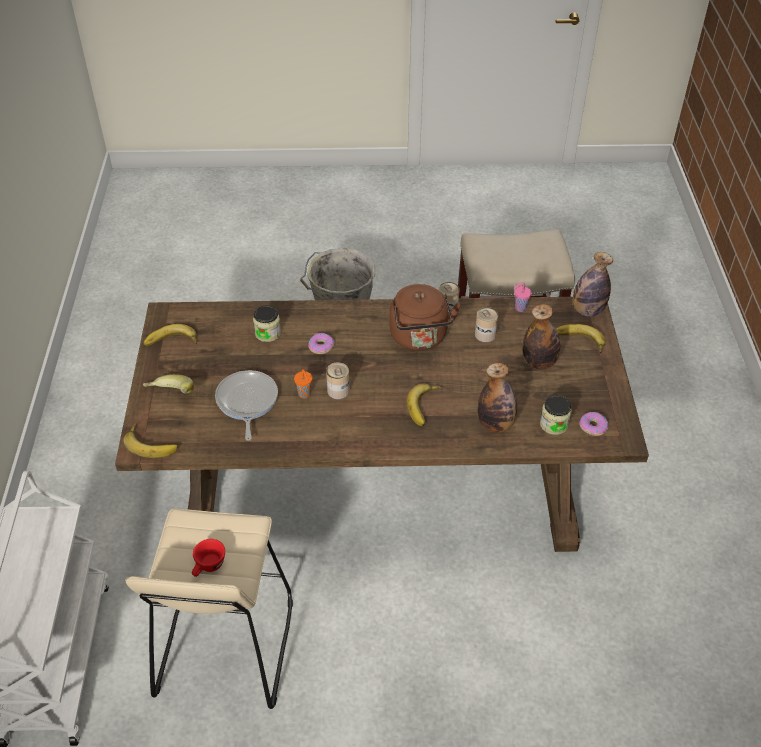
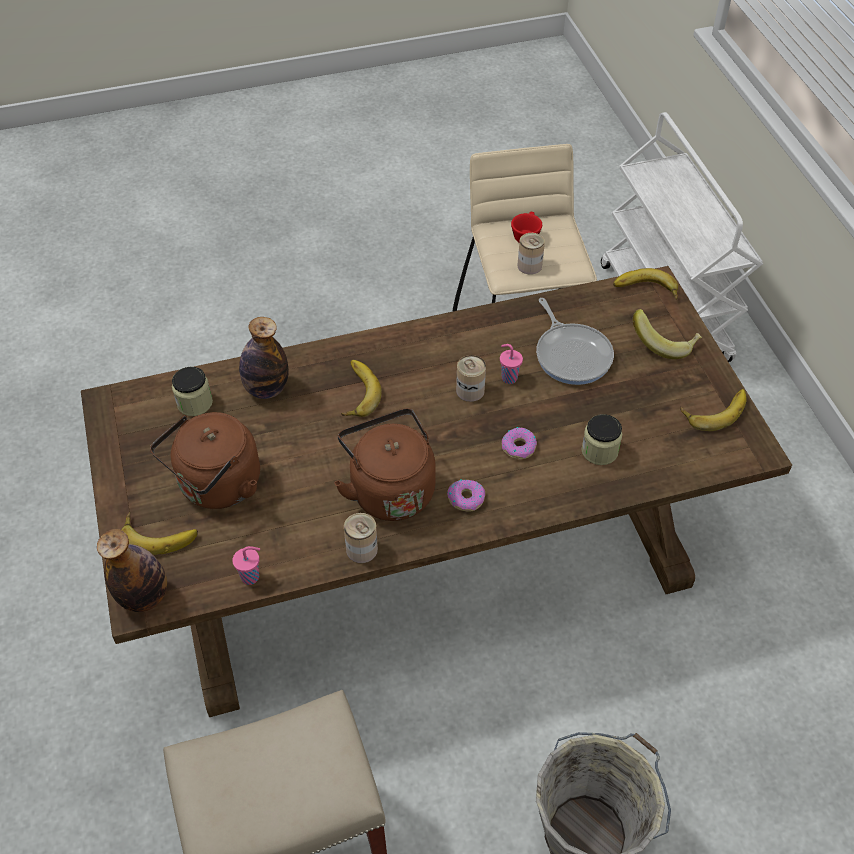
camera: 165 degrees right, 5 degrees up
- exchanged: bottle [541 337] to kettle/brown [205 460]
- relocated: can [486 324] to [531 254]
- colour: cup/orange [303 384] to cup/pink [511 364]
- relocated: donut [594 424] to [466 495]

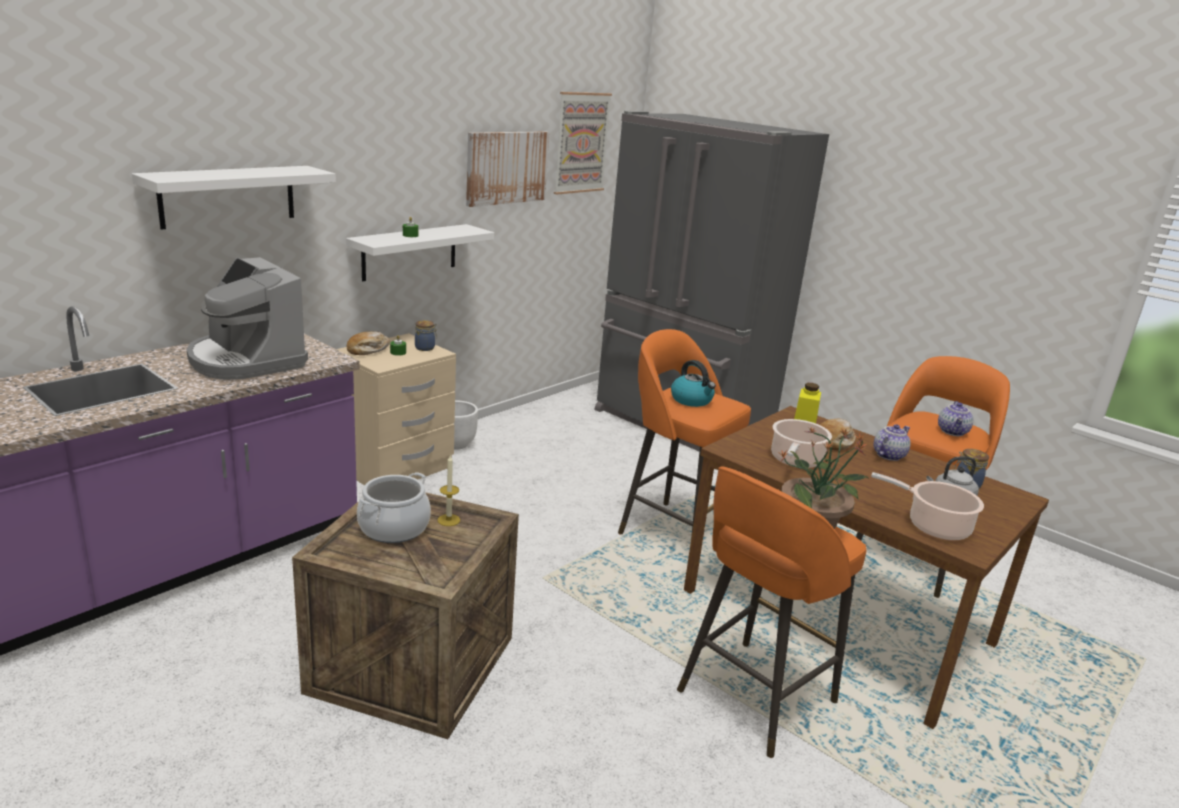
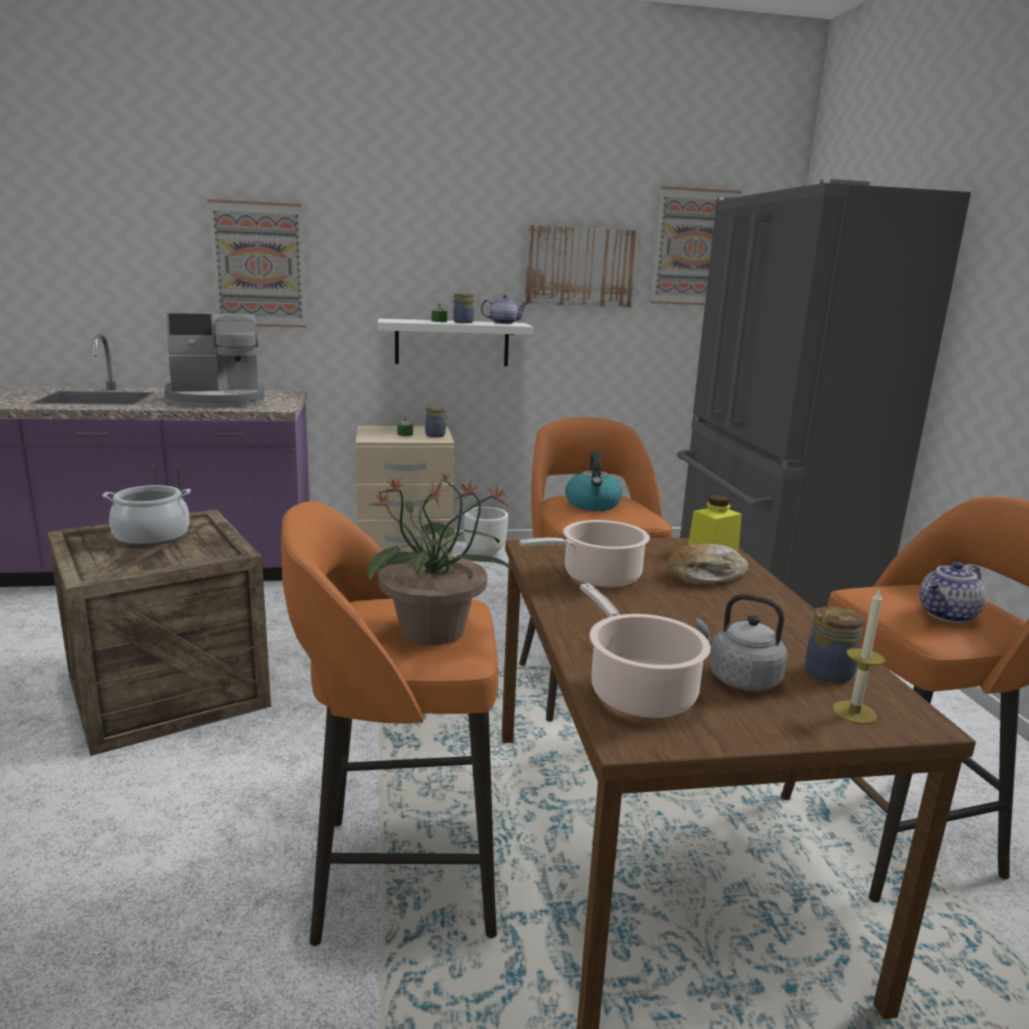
camera: 40 degrees right, 5 degrees down
- exchanged: shelf/white [234 198] to picture [257 263]
- spun: coffee machine [247 318] = [214 360] 105 degrees counterclockwise
- missing: bread [368 343]
- relocated: teapot [892 442] to [504 309]
- relocated: candle [449 491] to [859 657]
- appeared: jar [463 308]

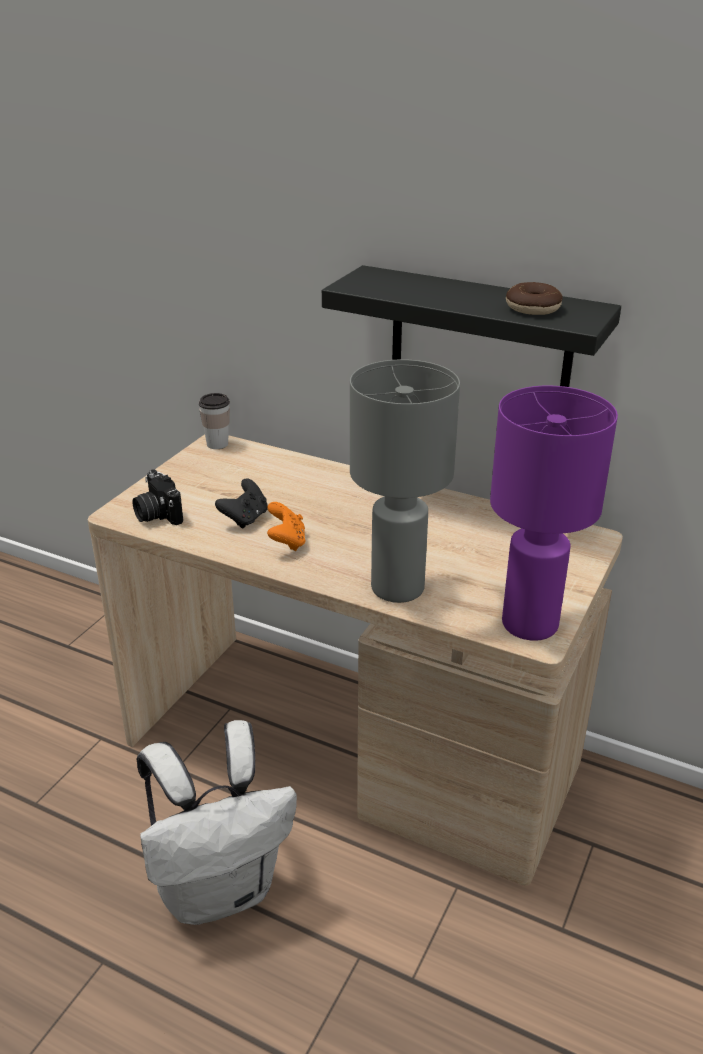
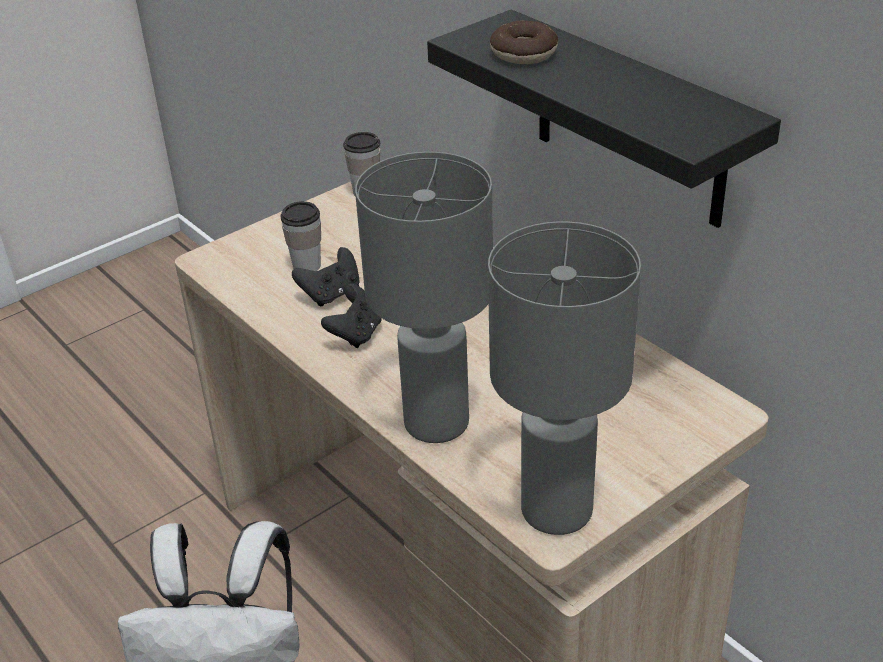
camera: 25 degrees right, 5 degrees up
- relocated: donut [534 298] to [524 42]
- colour: table lamp/purple [554 513] to table lamp/grey [564 378]
- missing: photo camera [157 497]
- colour: game controller/orange [286 526] to game controller/black [351 316]
- appeared: cup [300 236]

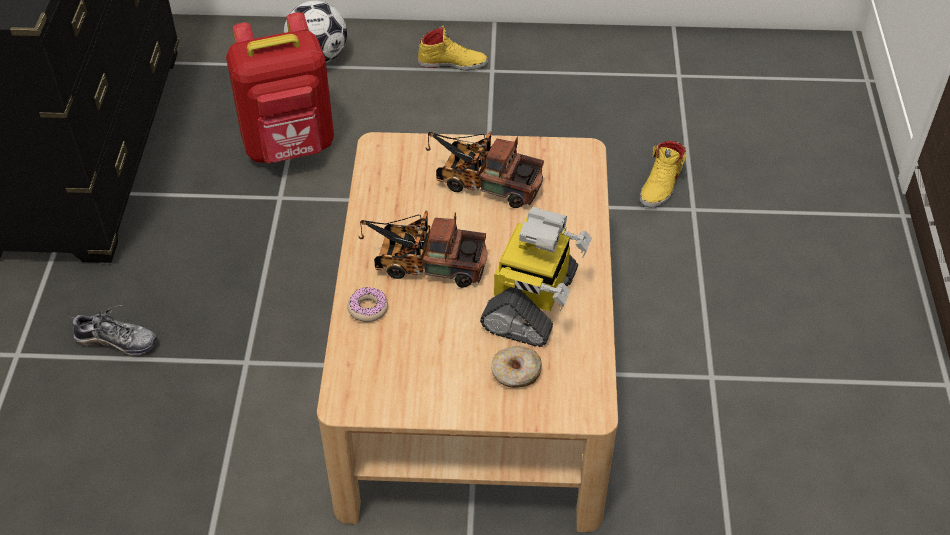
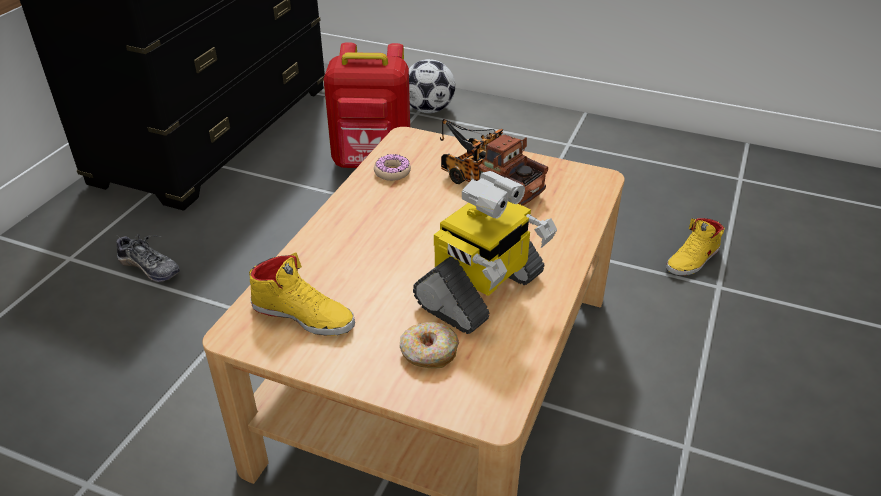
camera: 20 degrees right, 10 degrees down
- relocated: shoe/yellow [452 47] to [302 294]
- missing: toy truck [423 249]
- relocated: donut [367 304] to [392 167]

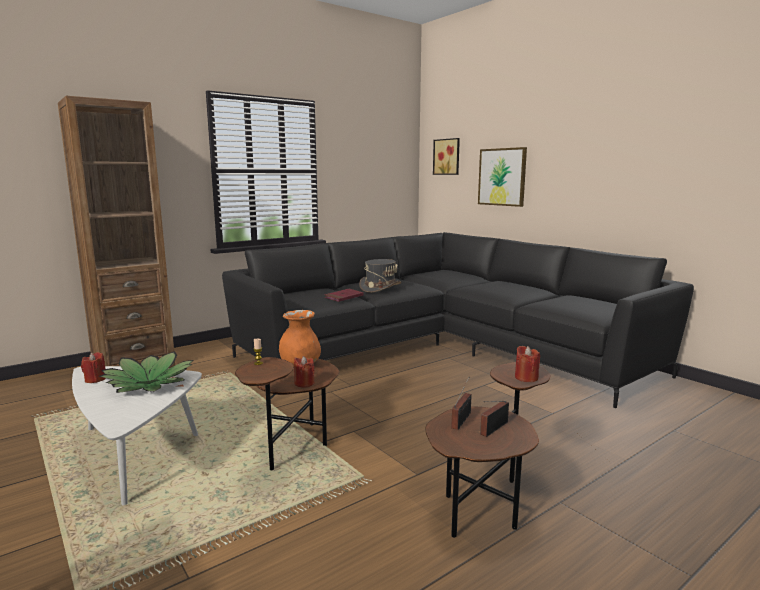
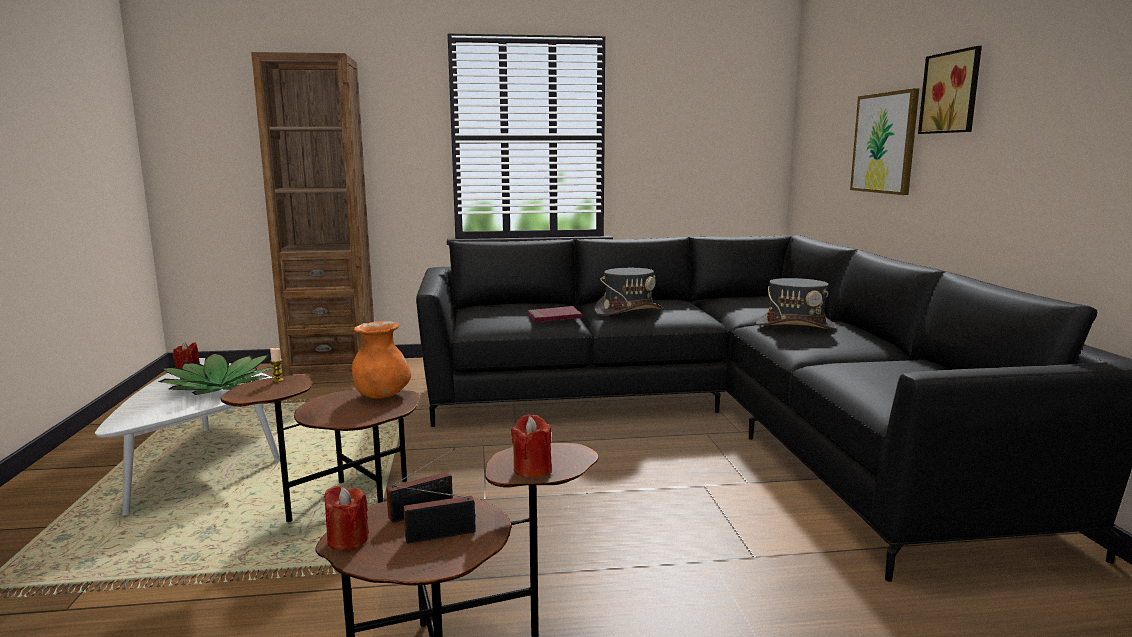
camera: 30 degrees right, 0 degrees up
- relocated: picture [446 156] to [950 90]
- relocated: candle/red [304 371] to [346 518]
- appeared: hat/grey [796 304]

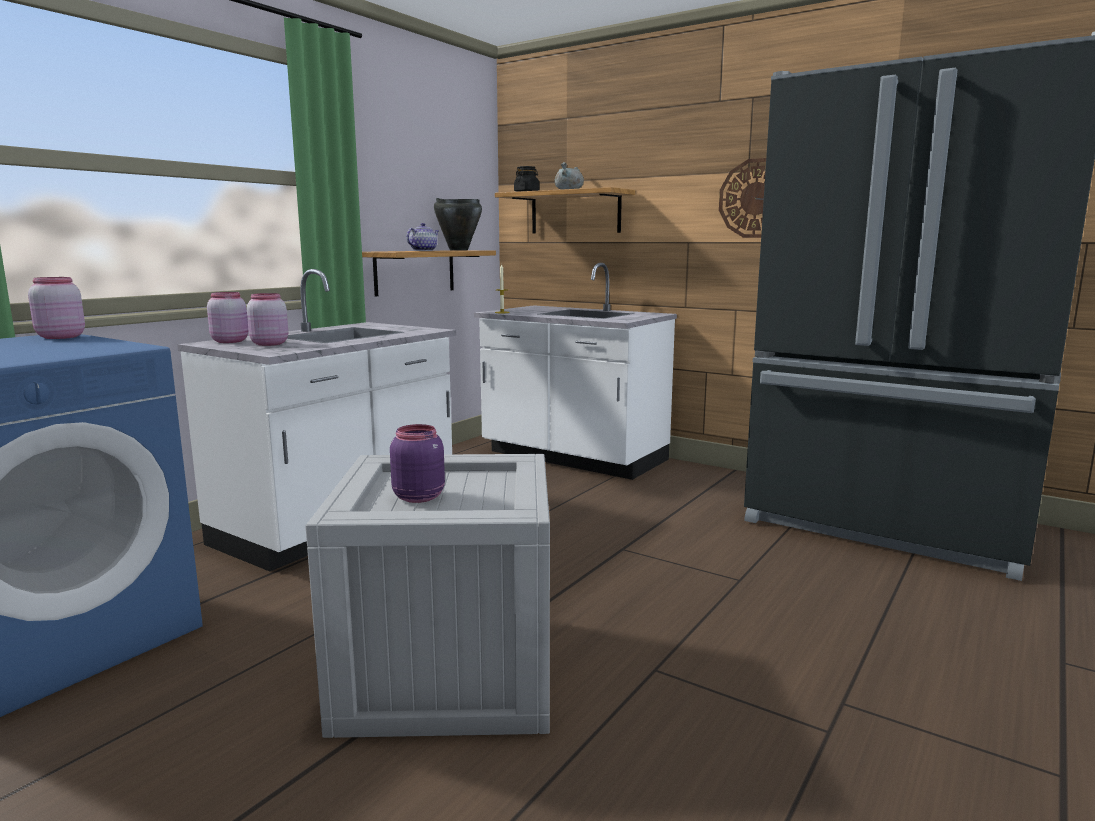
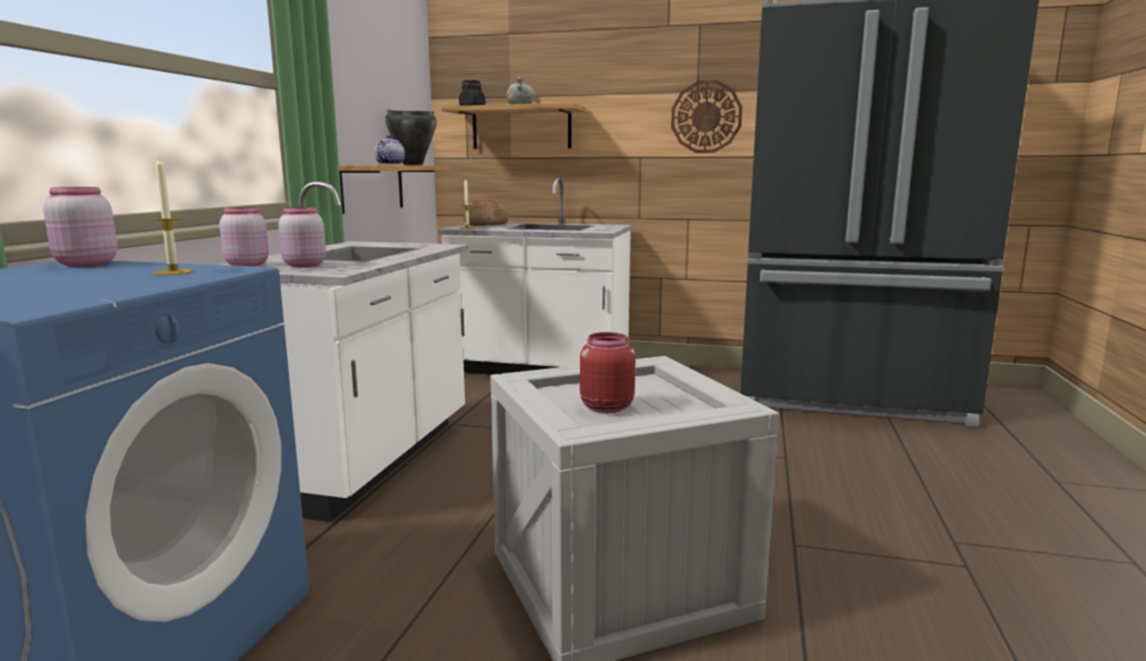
camera: 20 degrees left, 0 degrees up
- colour: jar/purple [417 463] to jar/red [607 372]
- appeared: candle [171 215]
- appeared: bread [486 213]

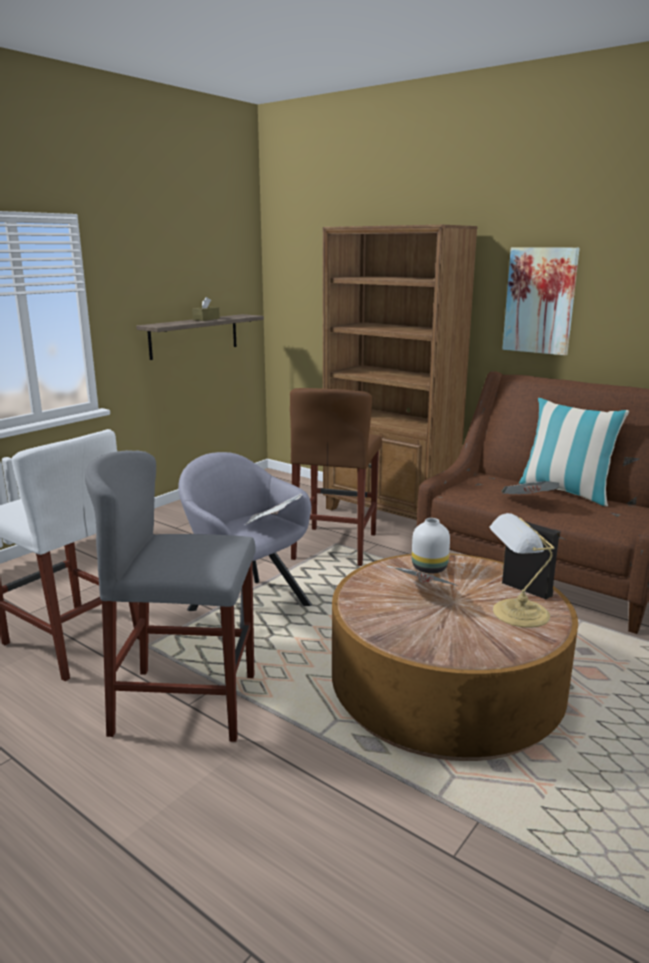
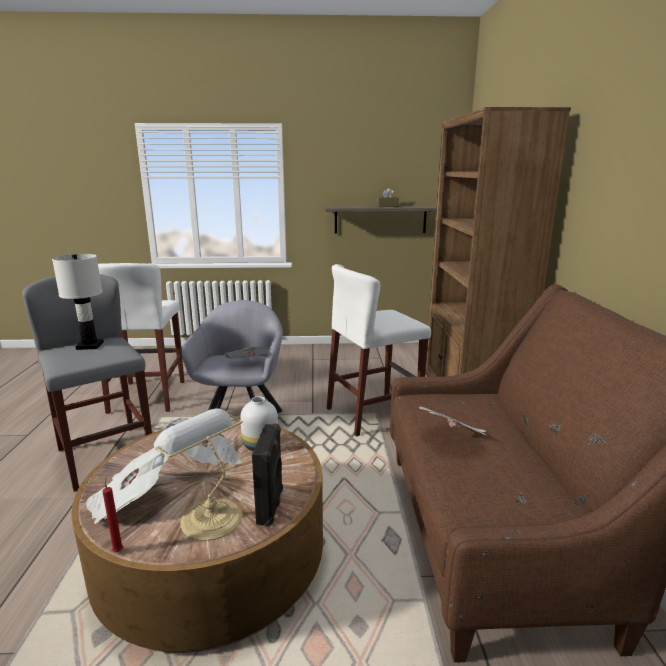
camera: 50 degrees right, 0 degrees up
- missing: picture [541 301]
- colour: stool/brown [336 477] to stool/white [379 350]
- missing: pillow [574 452]
- appeared: table lamp/white [78 302]
- appeared: newspaper [127 486]
- appeared: candle/red [112 514]

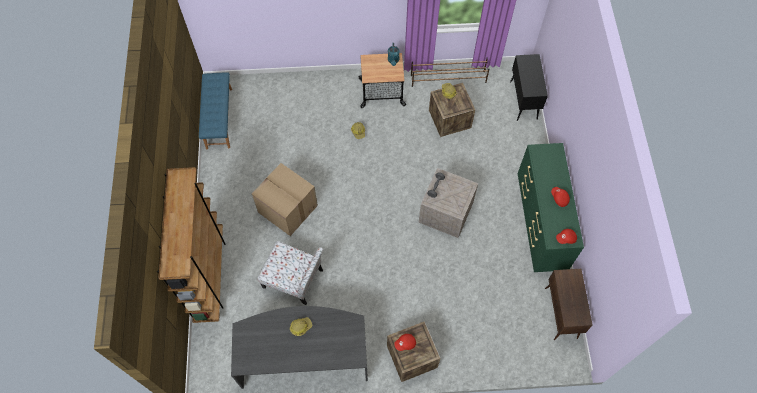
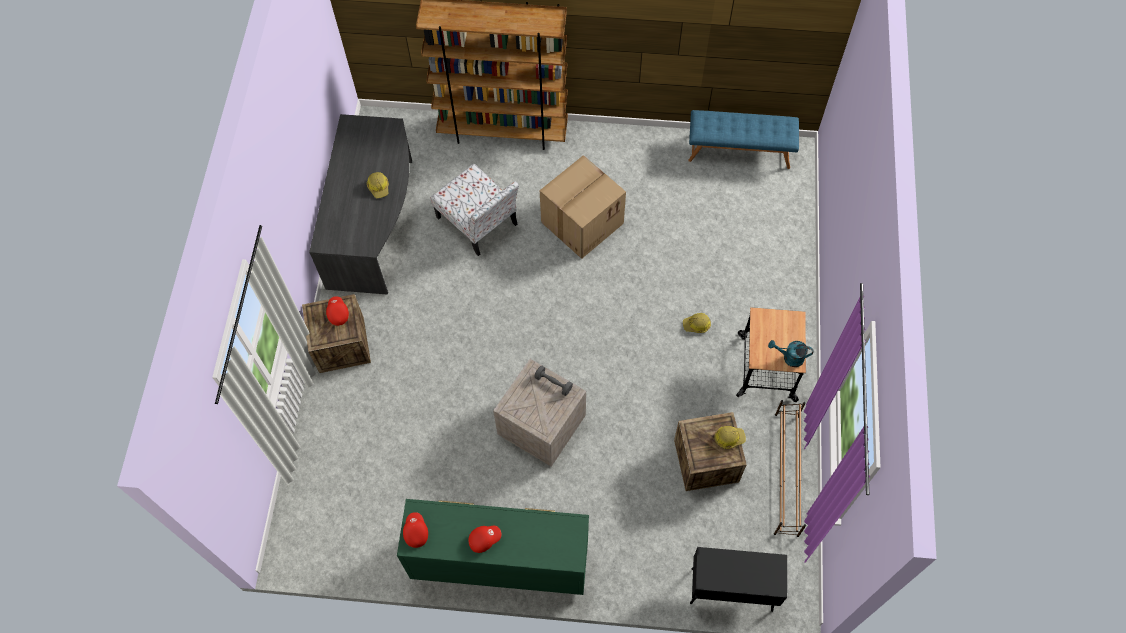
camera: 100 degrees right, 0 degrees up
- spun: chair [290 273] = [475 210] 75 degrees counterclockwise
- missing: cabinet/brown [569 304]

